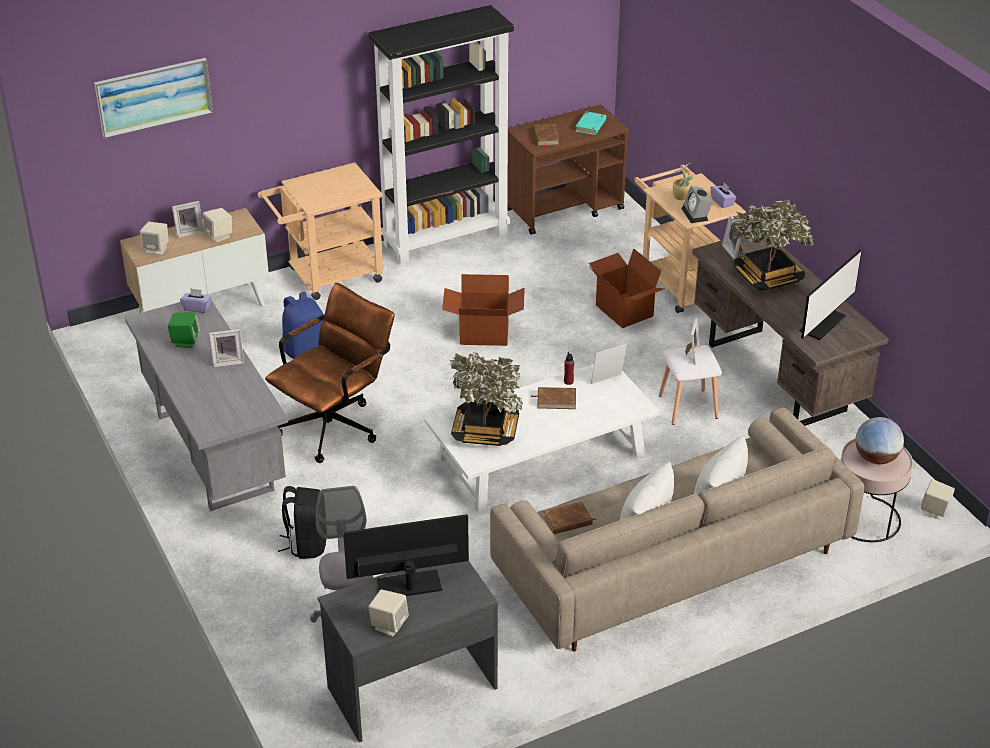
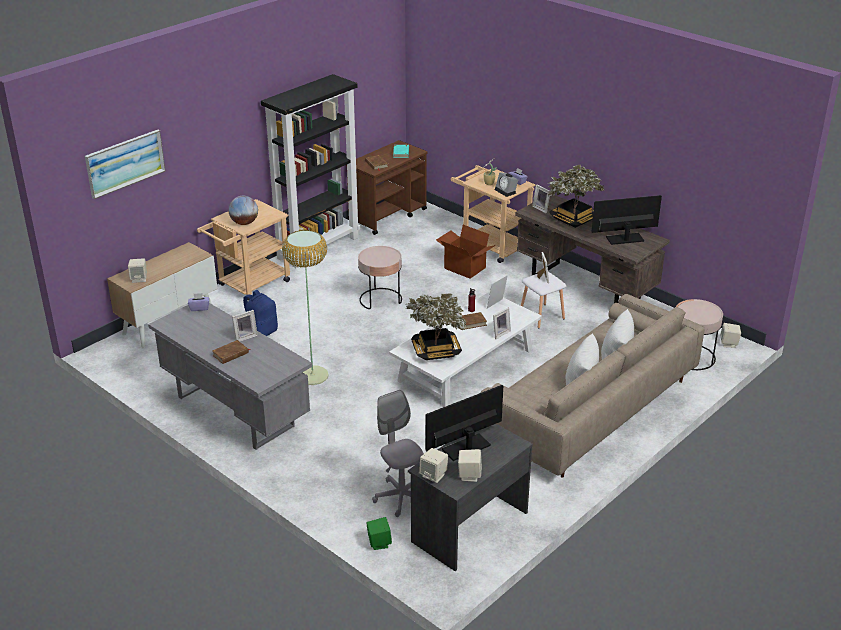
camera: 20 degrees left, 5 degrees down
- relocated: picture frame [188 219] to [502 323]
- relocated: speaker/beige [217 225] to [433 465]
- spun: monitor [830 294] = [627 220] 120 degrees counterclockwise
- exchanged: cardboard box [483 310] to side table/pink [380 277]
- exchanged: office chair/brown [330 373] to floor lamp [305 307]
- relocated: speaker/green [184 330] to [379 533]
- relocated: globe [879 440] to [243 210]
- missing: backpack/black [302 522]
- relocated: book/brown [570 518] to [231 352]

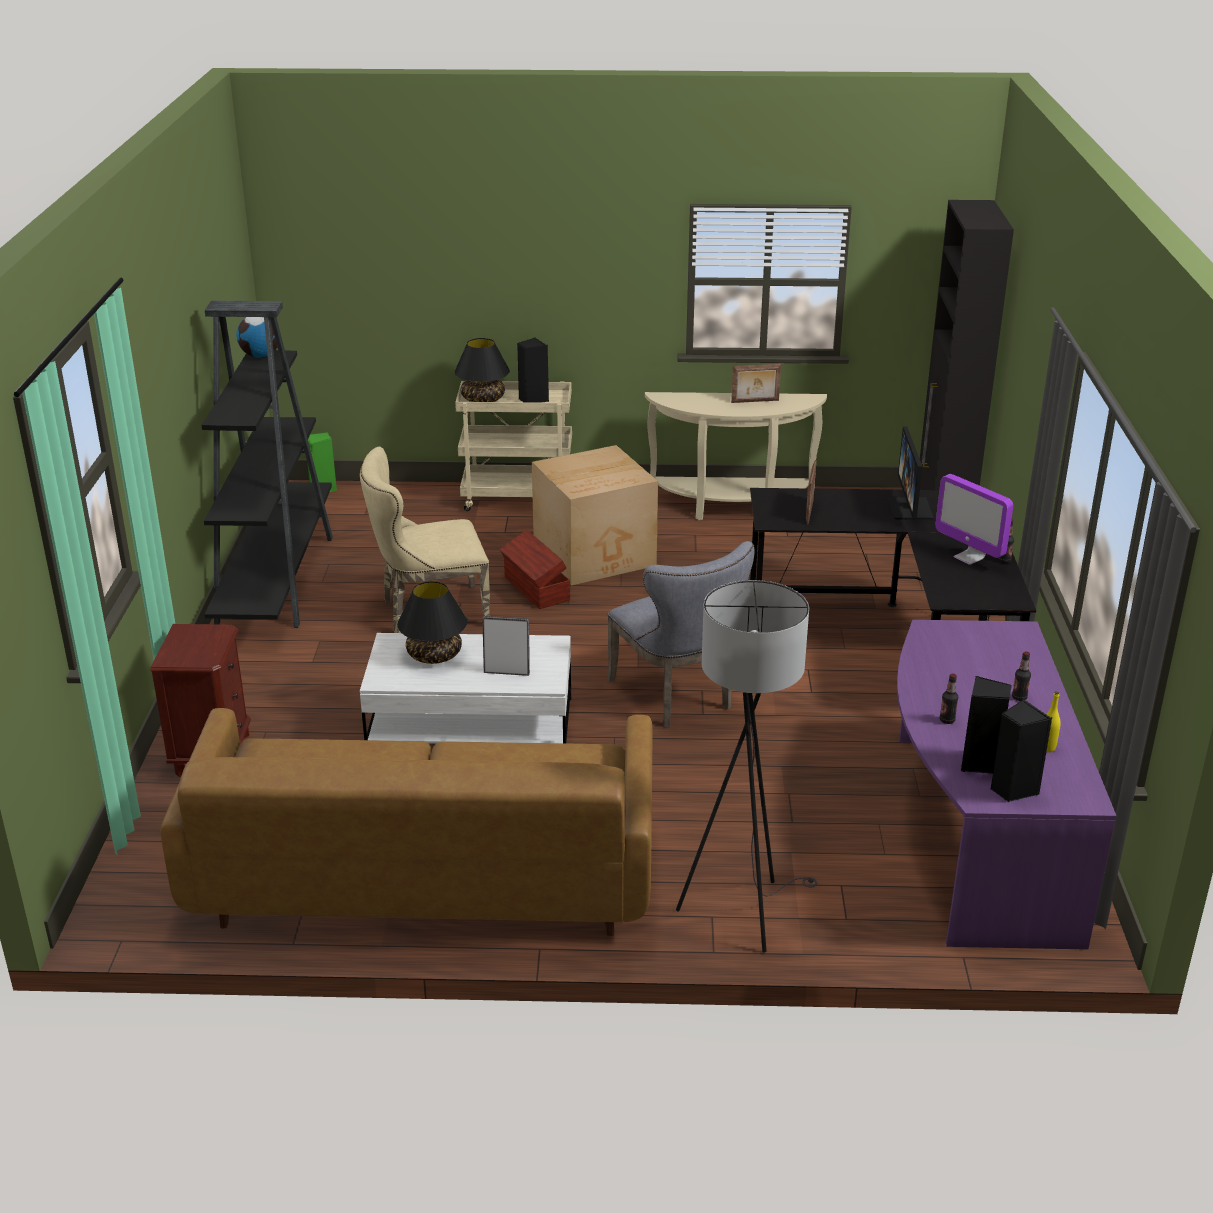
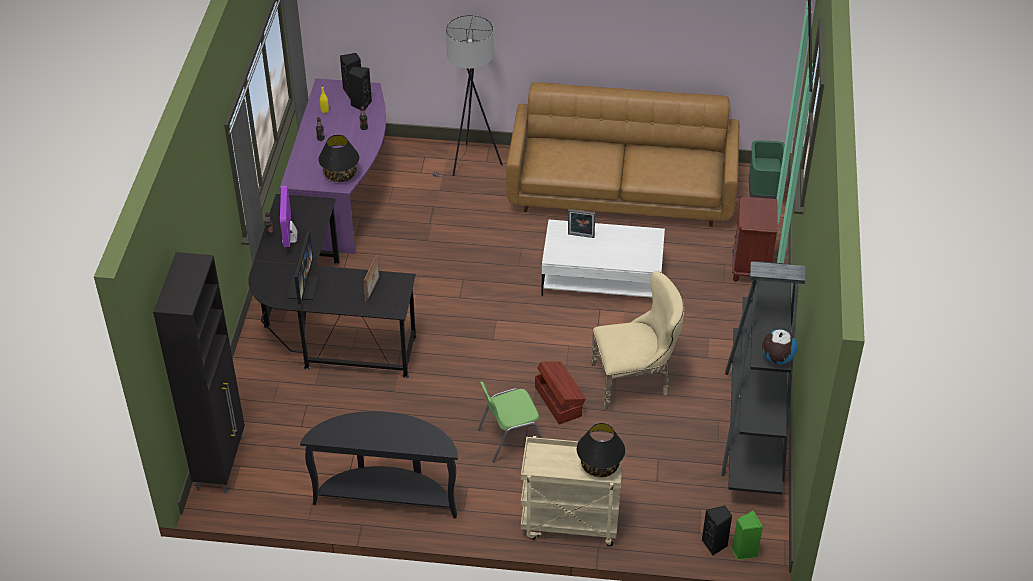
camera: 175 degrees left, 15 degrees up
- relocated: speaker/black [533 370] to [717 531]
- missing: picture frame [756 383]
- colour: console table/beige [736 456] to console table/black [379 464]
- exchanged: cardboard box [595 515] to chair/green [510 421]
- spun: monitor [974 519] = [288 216] 150 degrees counterclockwise
- missing: chair/grey [681 634]
- relocated: table lamp/black [432 622] to [338 158]
- appeared: trash can/green [767 169]

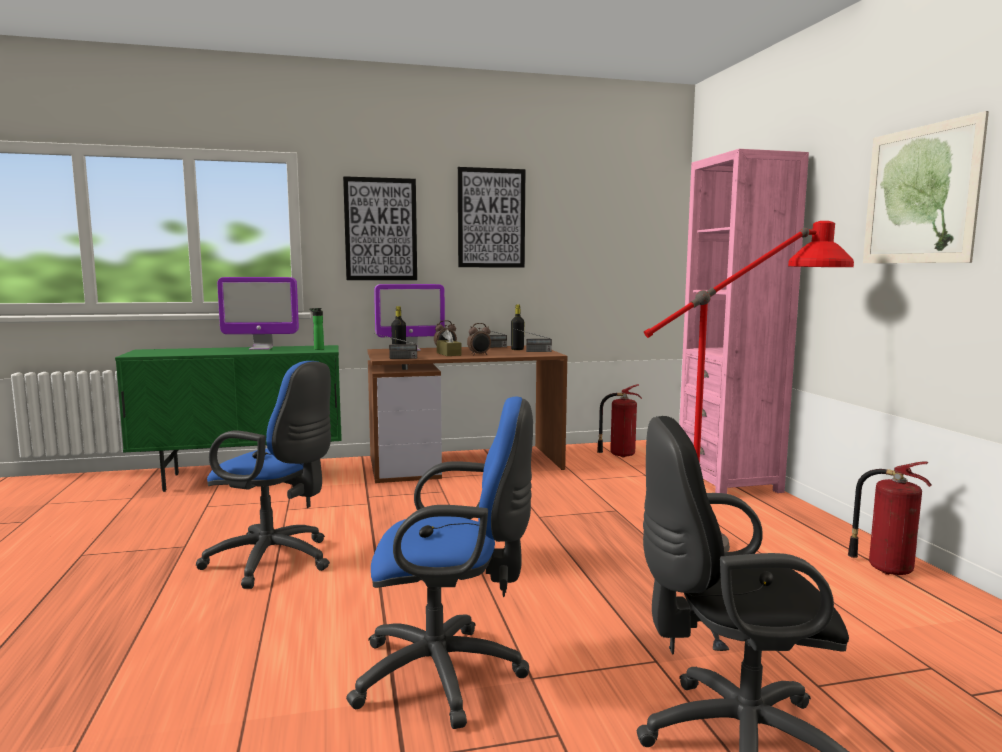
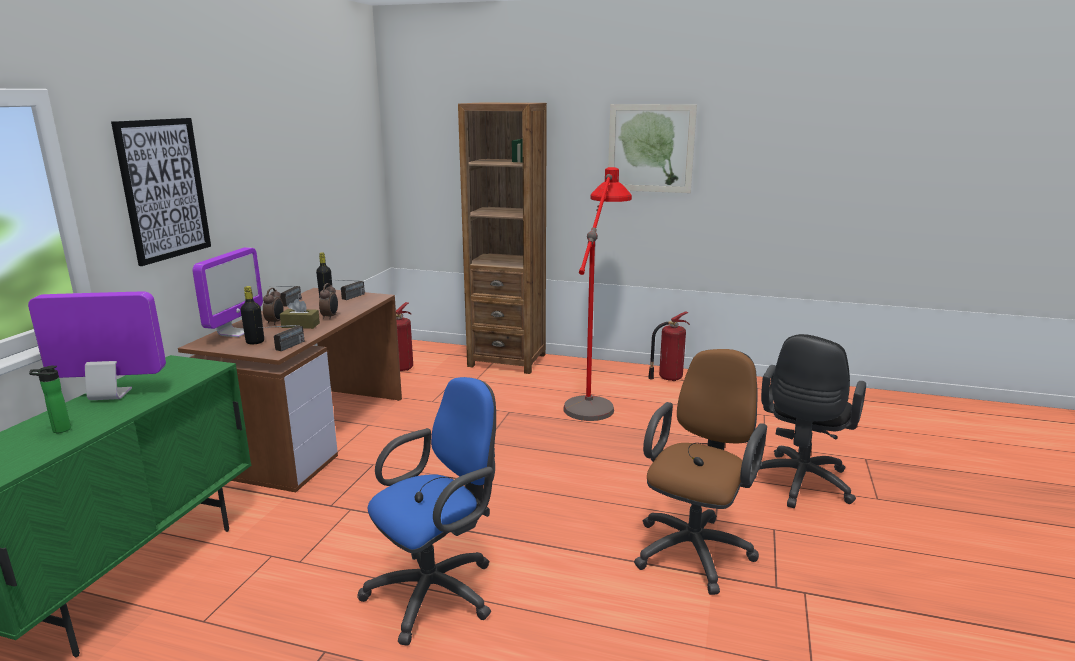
camera: 60 degrees left, 10 degrees up
- colour: bookcase/pink [744 321] to bookcase/brown [502 238]
- missing: picture [491 217]
- spun: monitor [258 313] = [97 346] 120 degrees counterclockwise
- relocated: bottle [316 329] to [50 399]
- colour: office chair/blue [439 563] to office chair/brown [700 472]

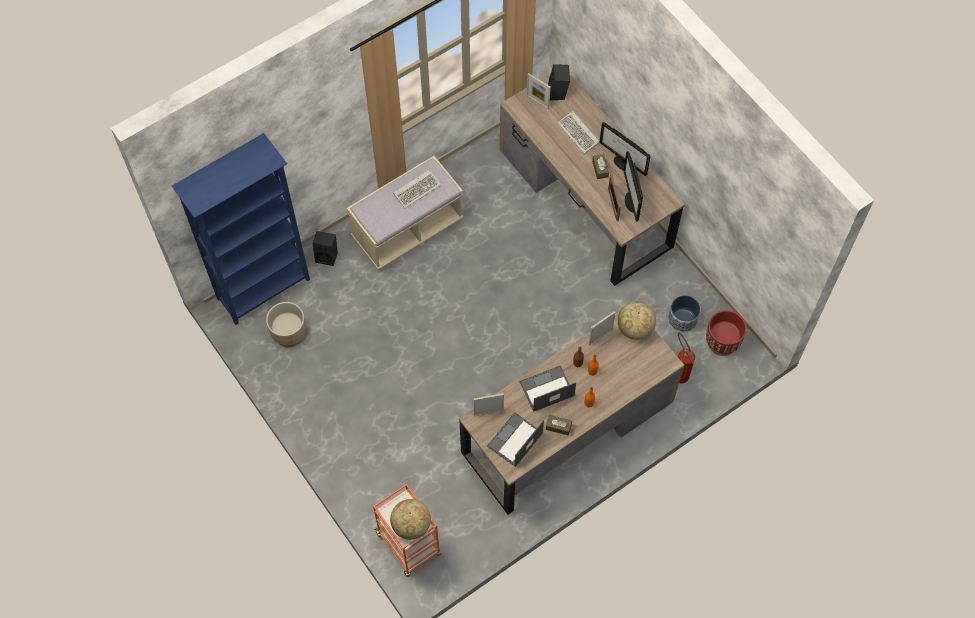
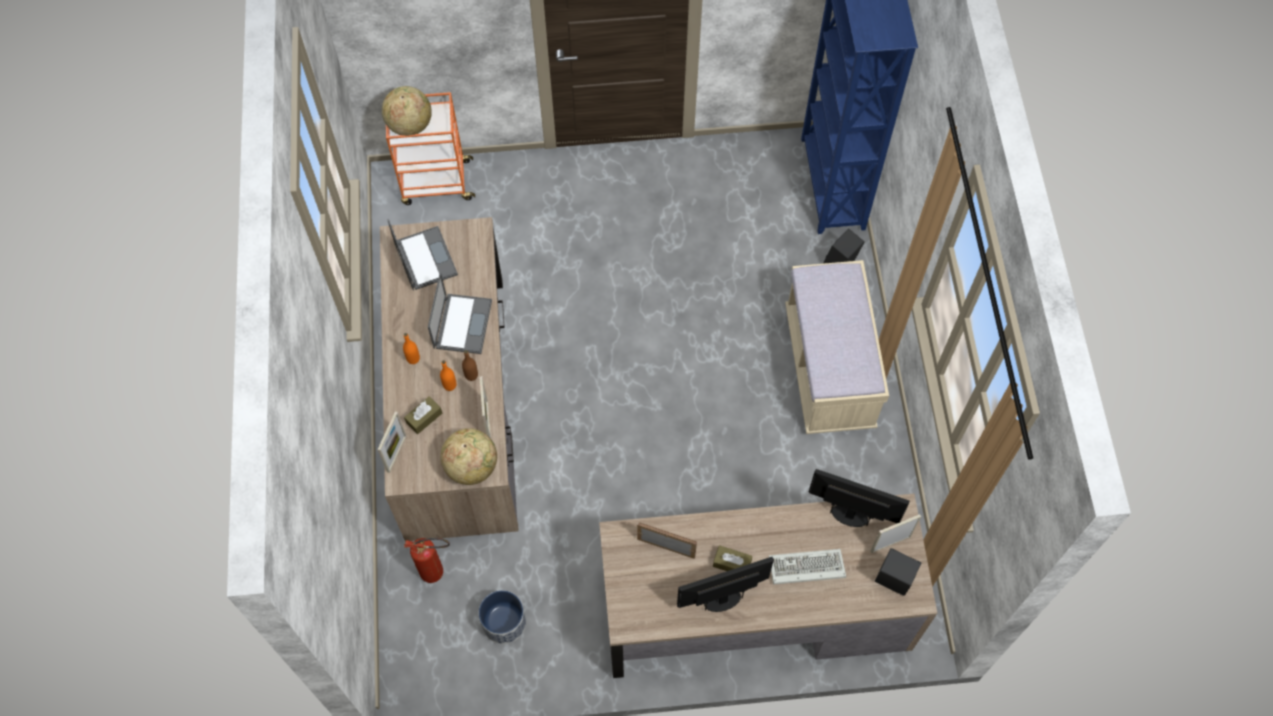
camera: 120 degrees right, 0 degrees up
- relocated: monitor [633 186] to [859 498]
- missing: keyboard [417 189]
- missing: planter/beige [286 324]
- missing: planter/red [726 333]
- relocated: picture frame [489 404] to [391 442]
- relocated: tissue box/brown [559 425] to [423 415]

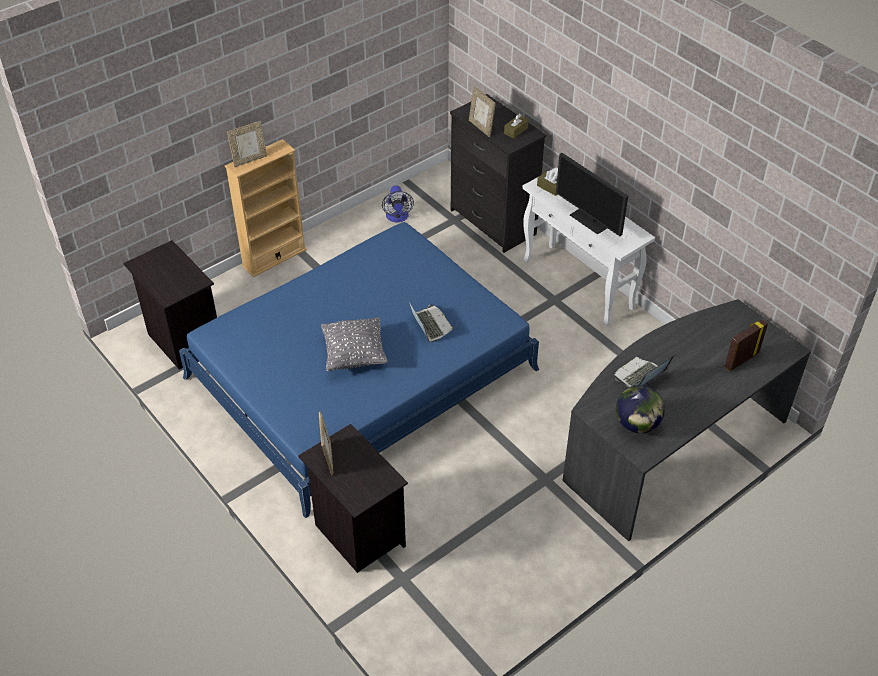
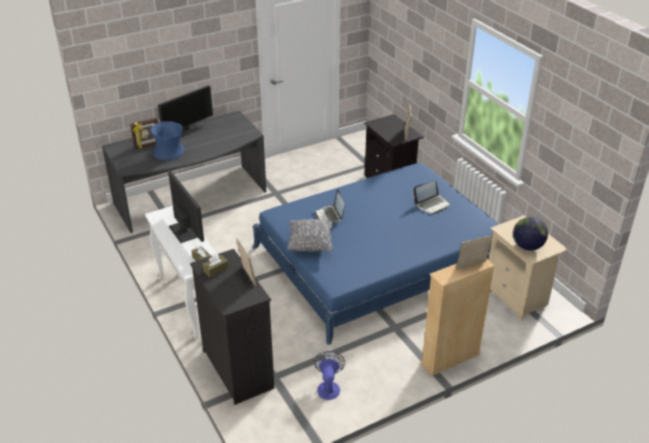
camera: 170 degrees left, 10 degrees down
- colour: nightstand/black [170 305] to nightstand/beige [528 268]
- relocated: pillow/grey [354 344] to [310 235]
- relocated: laptop [644 371] to [432 197]
- relocated: globe [640 409] to [530 234]
- appeared: monitor [185 111]
- appeared: vase/blue [168 140]

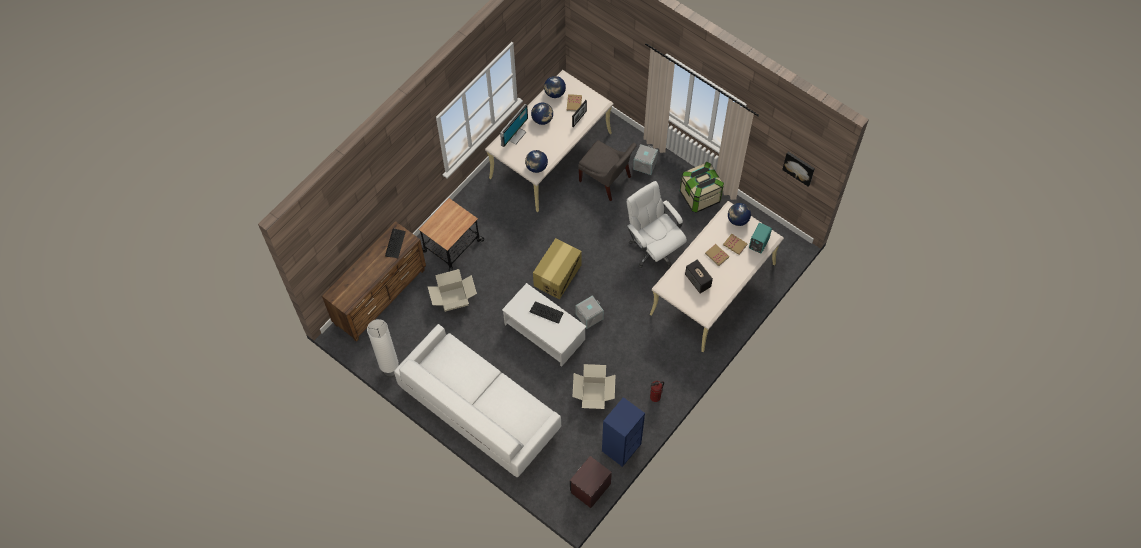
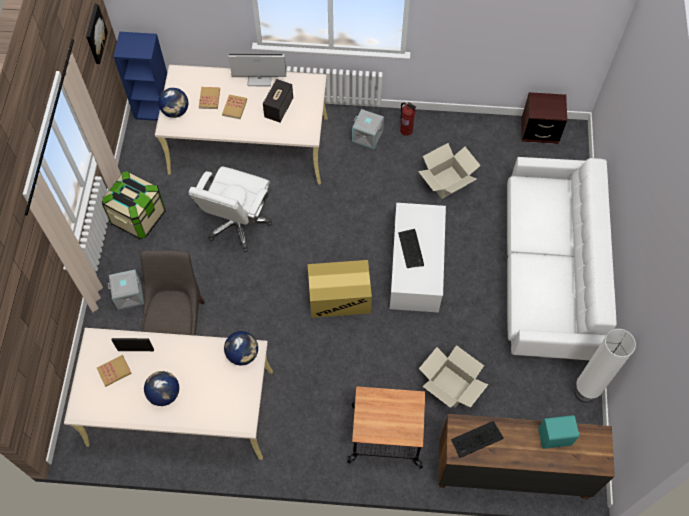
camera: 125 degrees left, 0 degrees up
- missing: globe [555 87]
- relocated: monitor [514 125] to [257 69]
- relocated: speaker/turquoise [760 238] to [558 432]
- relocated: storage box/grey [590 312] to [368 129]
- relocated: bookcase/blue [623 432] to [140 76]

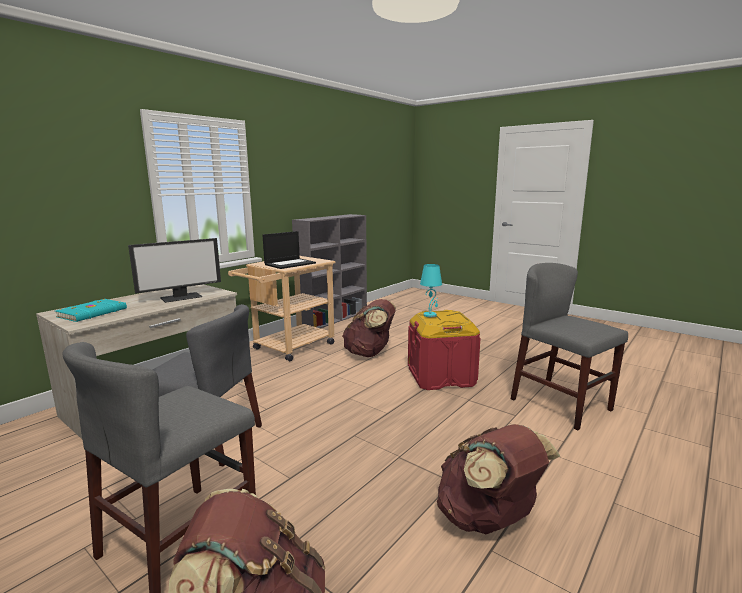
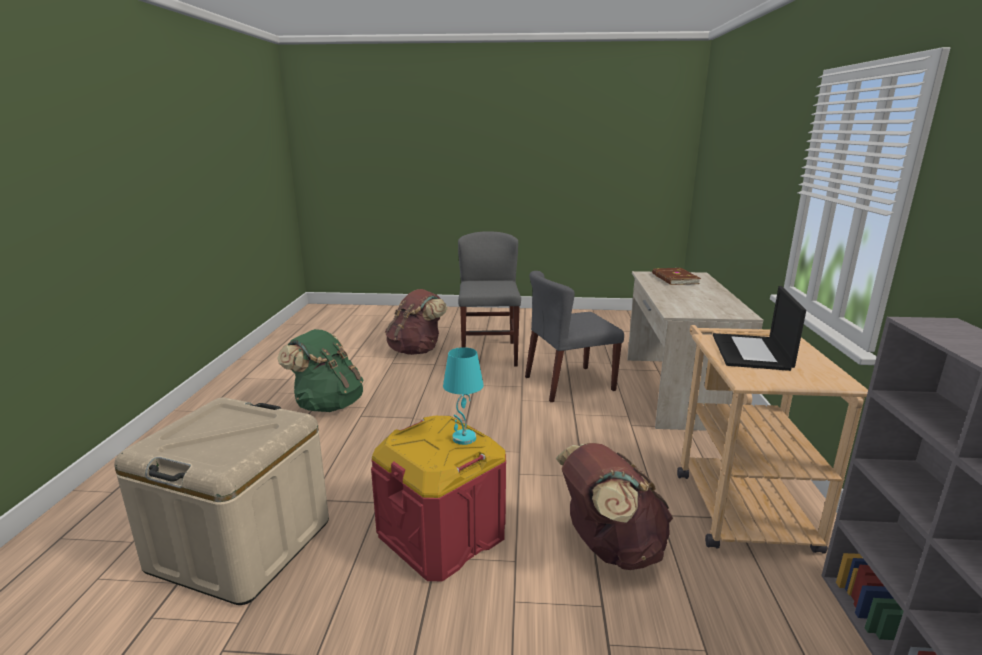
camera: 145 degrees right, 5 degrees up
- missing: monitor [174 270]
- exchanged: chair/grey [569 346] to storage box/beige [221 501]
- colour: book/turquoise [91 310] to book/brown [676 276]
- colour: backpack/brown [498 479] to backpack/green [320 370]

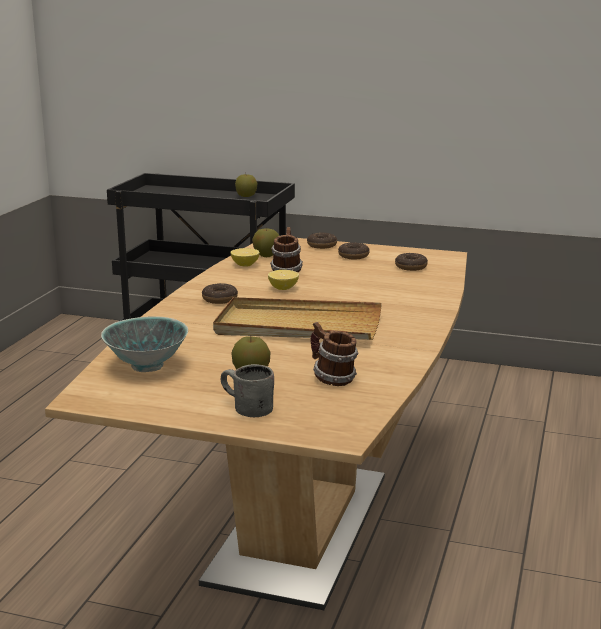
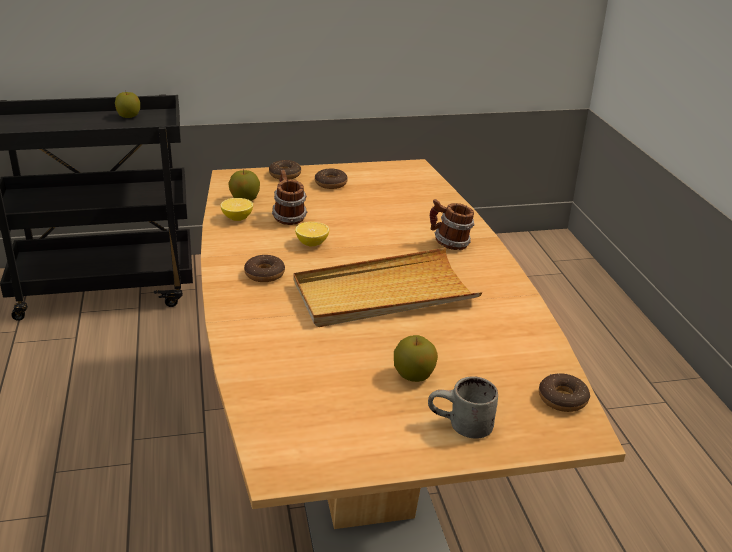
camera: 30 degrees left, 10 degrees up
- relocated: donut [411 262] to [564 392]
- missing: bowl [144 344]
- relocated: mug [335 354] to [452 224]

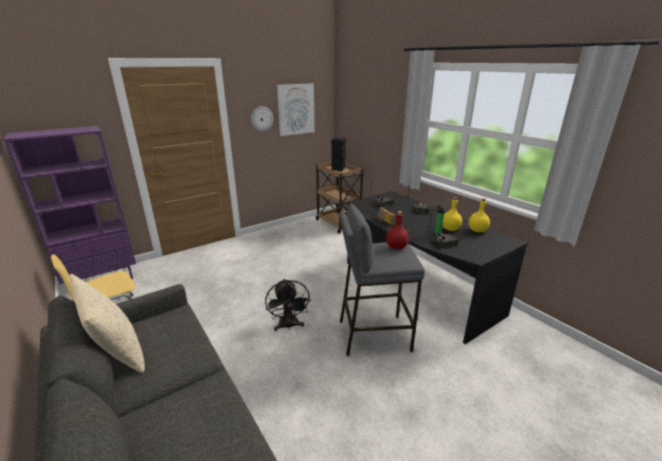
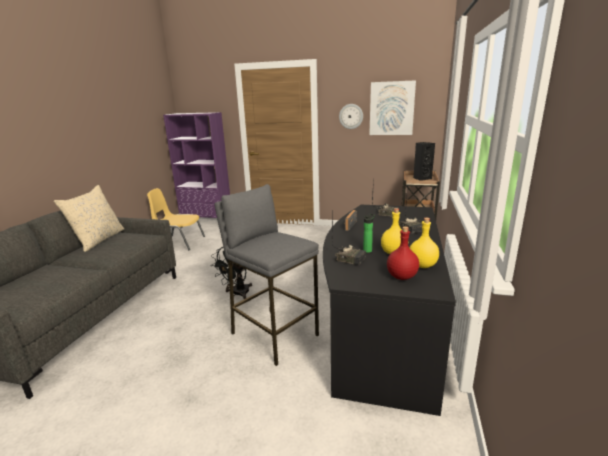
camera: 50 degrees right, 5 degrees down
- relocated: bottle/red [397 230] to [403 253]

